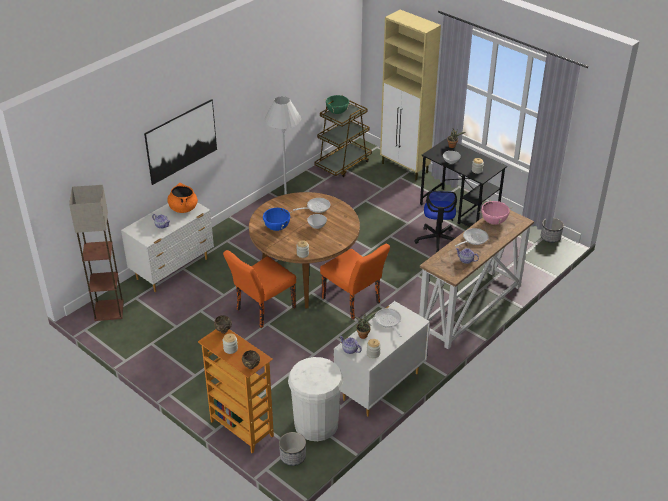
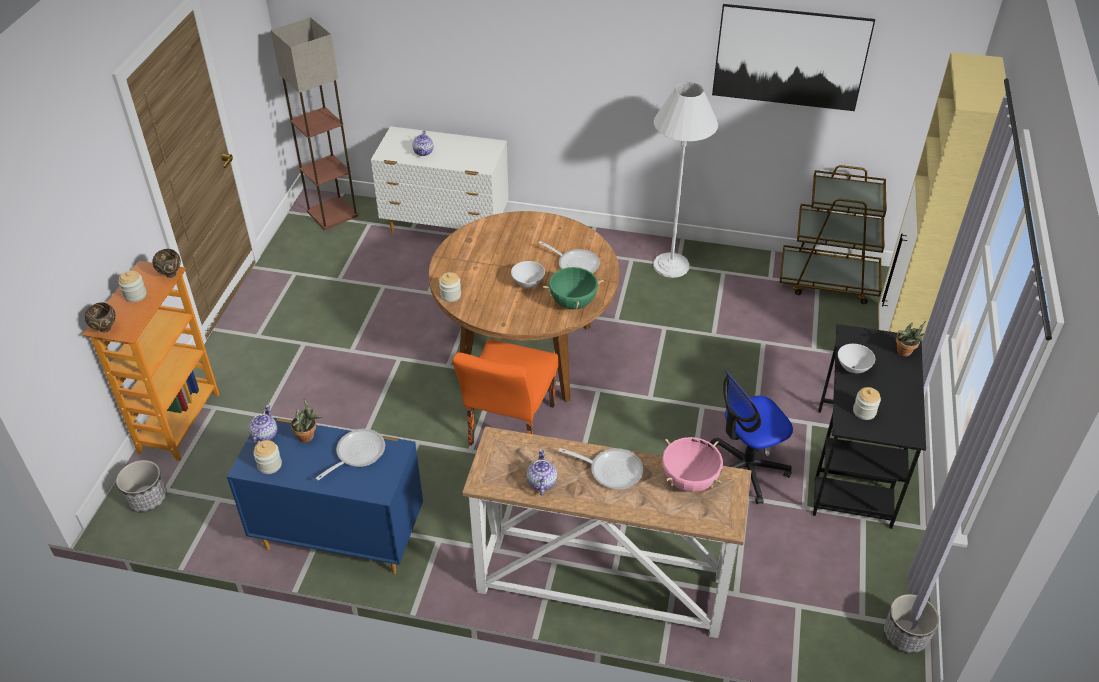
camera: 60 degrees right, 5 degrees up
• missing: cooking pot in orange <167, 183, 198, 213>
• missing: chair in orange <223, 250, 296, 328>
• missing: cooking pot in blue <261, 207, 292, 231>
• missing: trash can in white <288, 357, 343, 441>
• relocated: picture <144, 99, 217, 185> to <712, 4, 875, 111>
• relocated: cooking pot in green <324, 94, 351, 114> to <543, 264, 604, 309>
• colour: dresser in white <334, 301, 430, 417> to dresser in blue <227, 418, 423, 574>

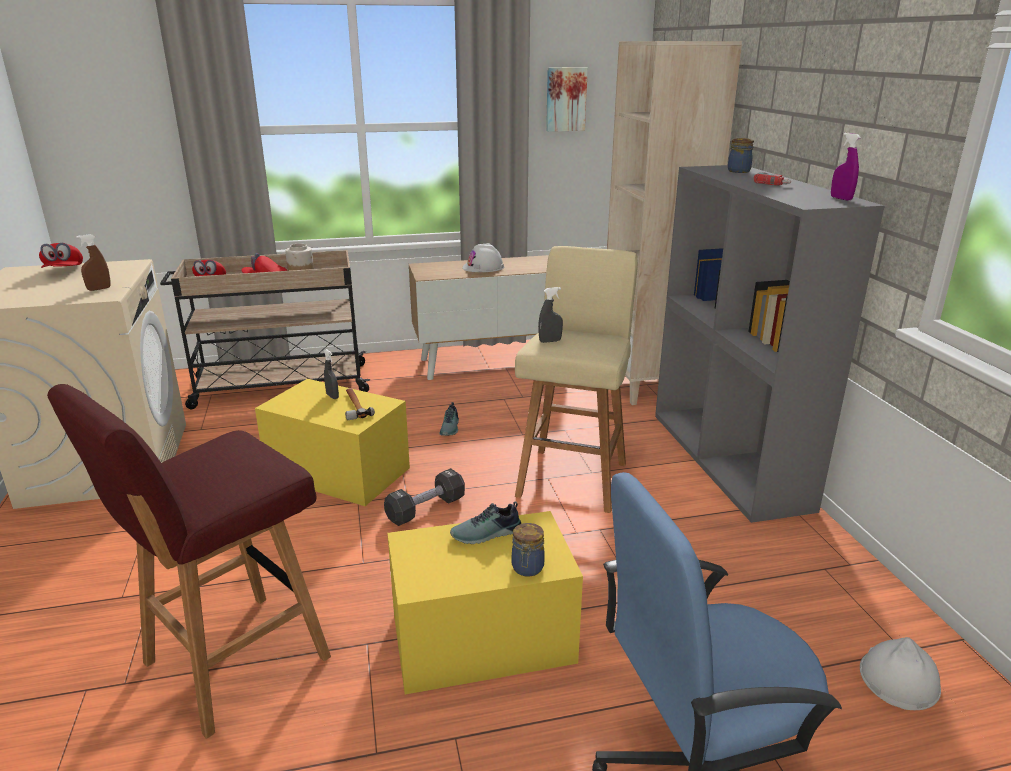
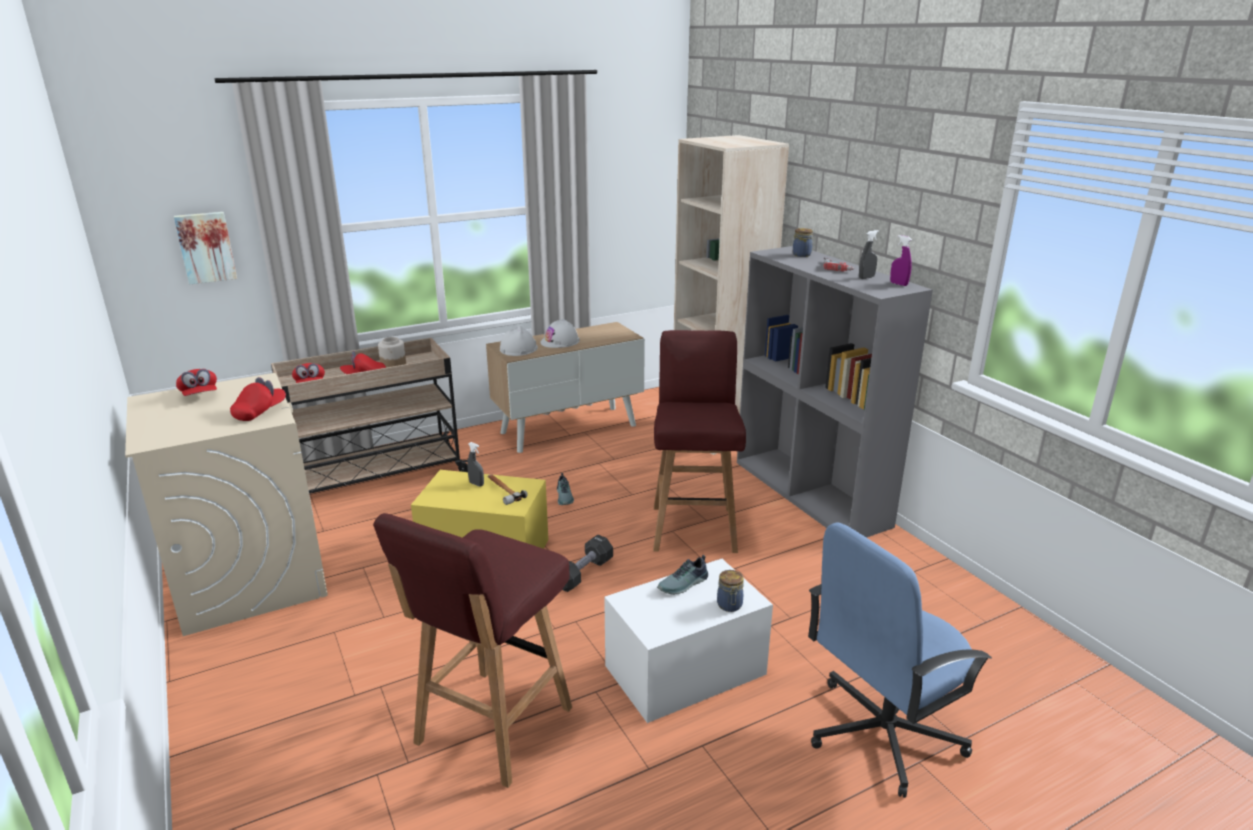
camera: 15 degrees left, 0 degrees up
• relocated: spray bottle in grey <538, 287, 563, 343> to <859, 230, 879, 279>
• relocated: picture <546, 67, 588, 132> to <174, 212, 237, 285>
• relocated: hard hat in white <860, 637, 941, 710> to <500, 326, 538, 356>
• exchanged: spray bottle in brown <76, 234, 111, 291> to cap in red <230, 377, 286, 421>
• colour: storage box in yellow <387, 511, 583, 695> to storage box in white <604, 559, 773, 723>
• colour: stool in beige <515, 246, 638, 513> to stool in red <653, 330, 746, 553>

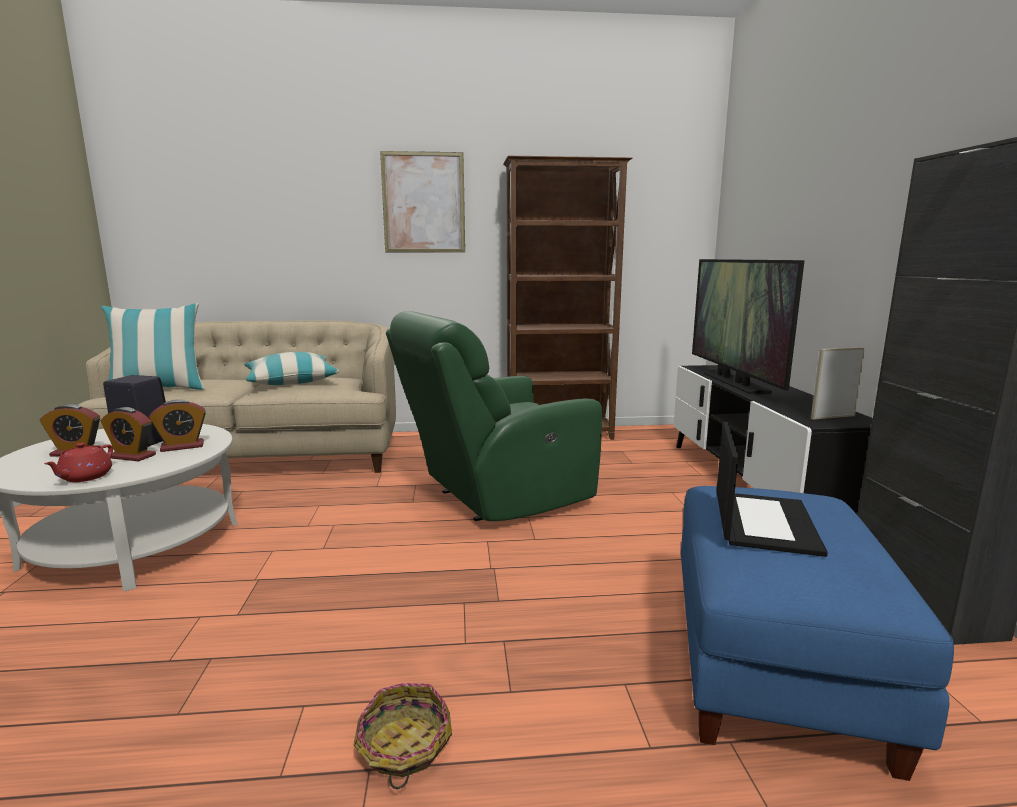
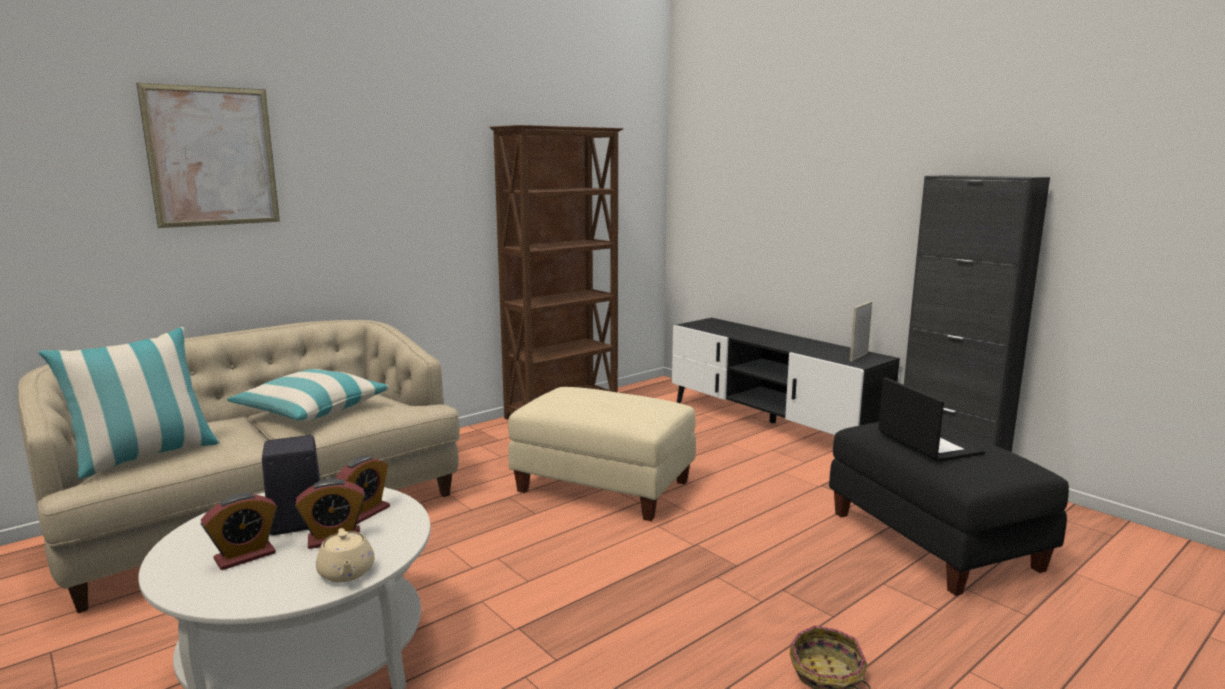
camera: 35 degrees left, 0 degrees up
• missing: television <692, 259, 805, 394>
• relocated: picture <380, 151, 465, 252> to <137, 83, 280, 228>
• exchanged: armchair in green <386, 311, 602, 521> to ottoman in beige <508, 387, 696, 521>
• colour: teapot in red <44, 443, 113, 482> to teapot in beige <316, 528, 375, 582>
• colour: ottoman in blue <681, 486, 954, 781> to ottoman in black <829, 422, 1069, 596>

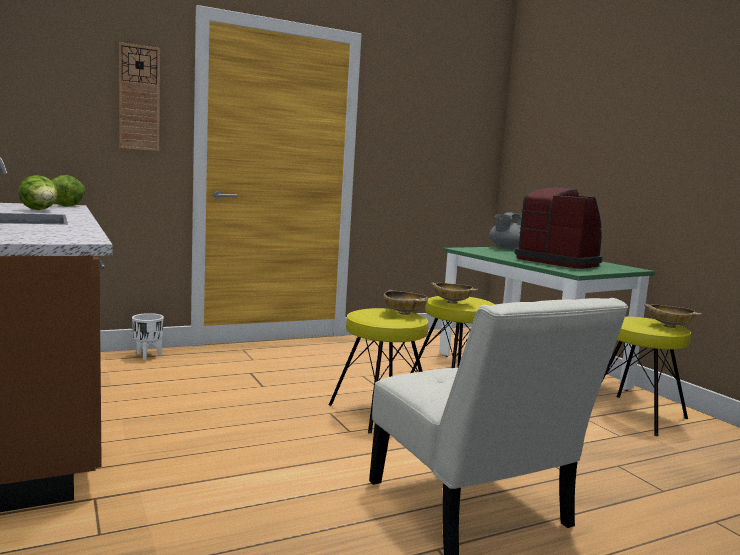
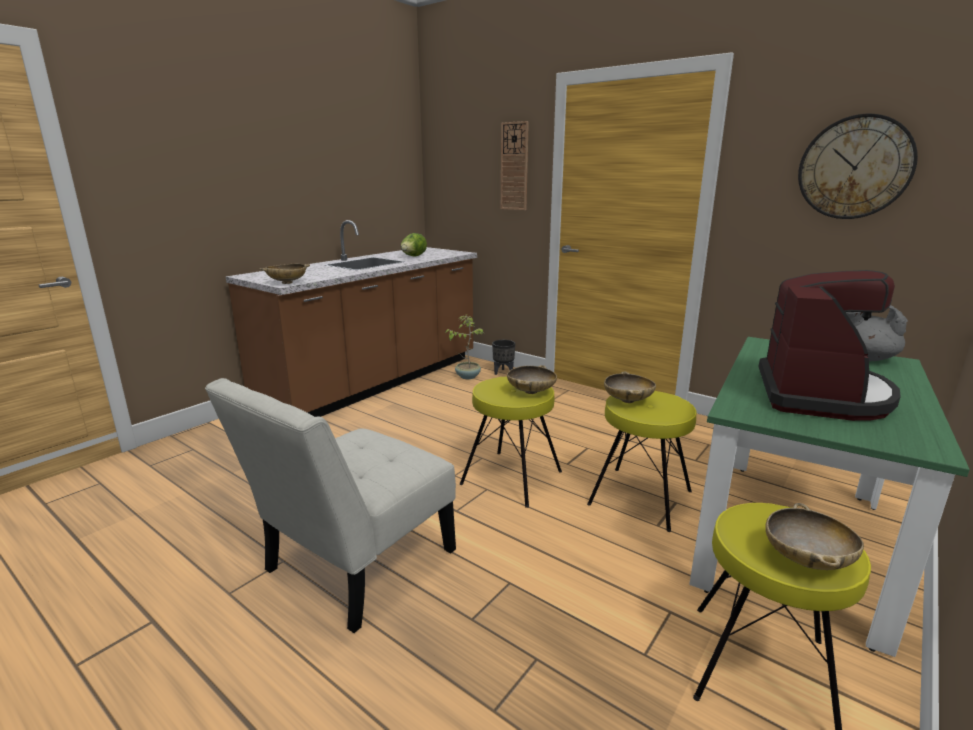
camera: 65 degrees right, 10 degrees up
• missing: lettuce <51, 175, 86, 207>
• appeared: bowl in beige <260, 264, 310, 284>
• appeared: potted plant <445, 314, 484, 379>
• appeared: wall clock <798, 114, 918, 219>
• colour: planter in white <132, 313, 164, 360> to planter in black <492, 340, 515, 375>

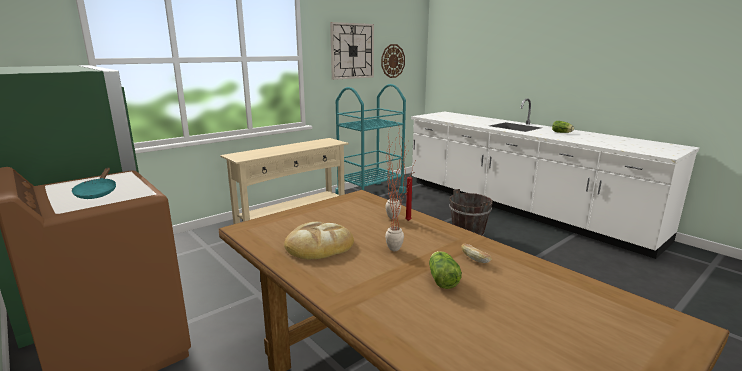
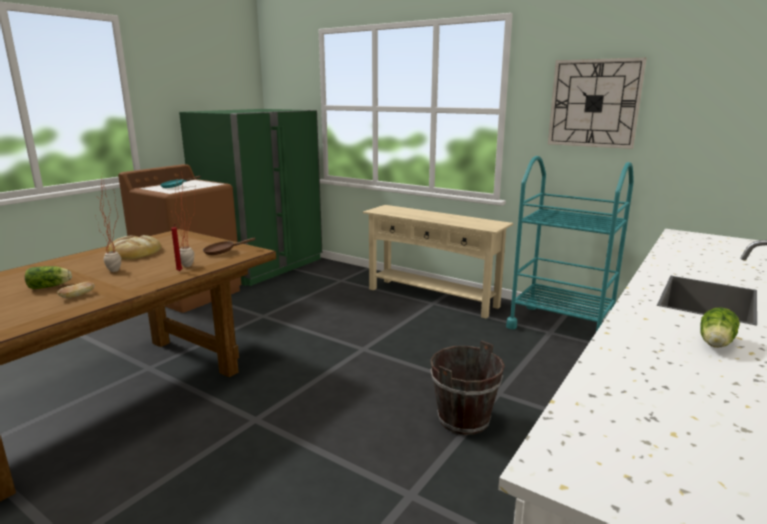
camera: 75 degrees right, 0 degrees up
• missing: wall clock <381, 44, 405, 78>
• appeared: frying pan in brown <203, 237, 256, 255>

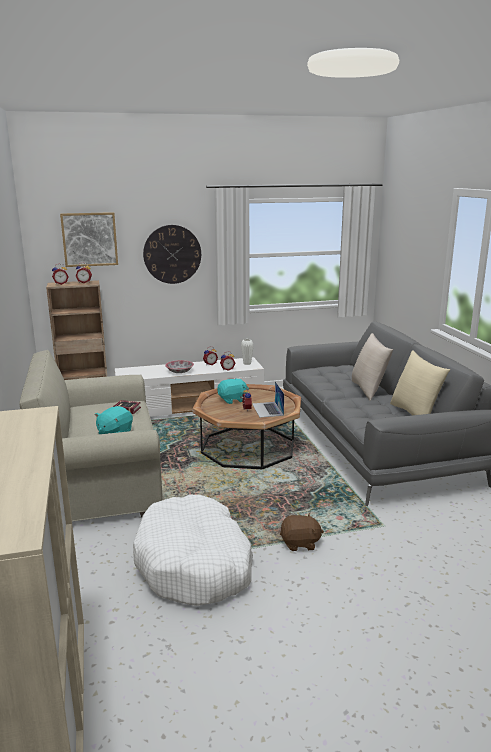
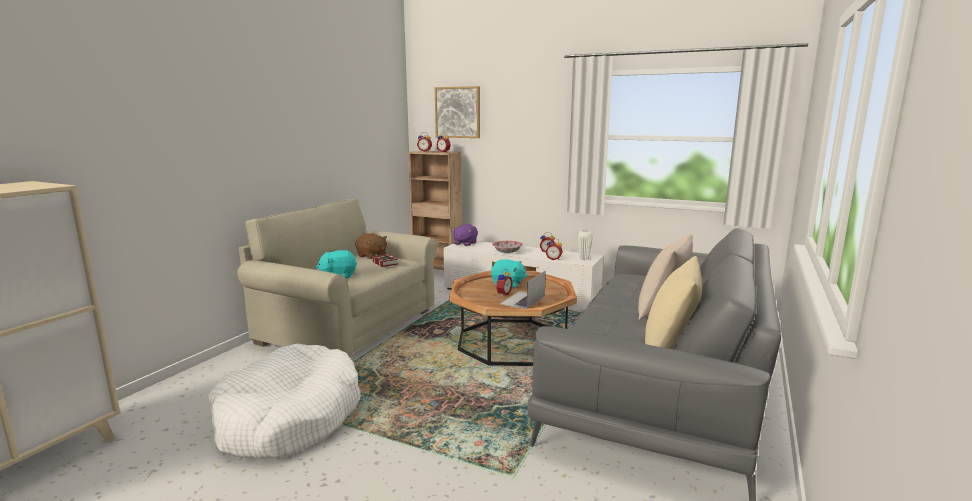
camera: 40 degrees right, 5 degrees down
• missing: wall clock <143, 225, 201, 284>
• appeared: plush toy in purple <452, 224, 478, 246>
• relocated: plush toy in brown <280, 513, 324, 551> to <355, 233, 387, 259>

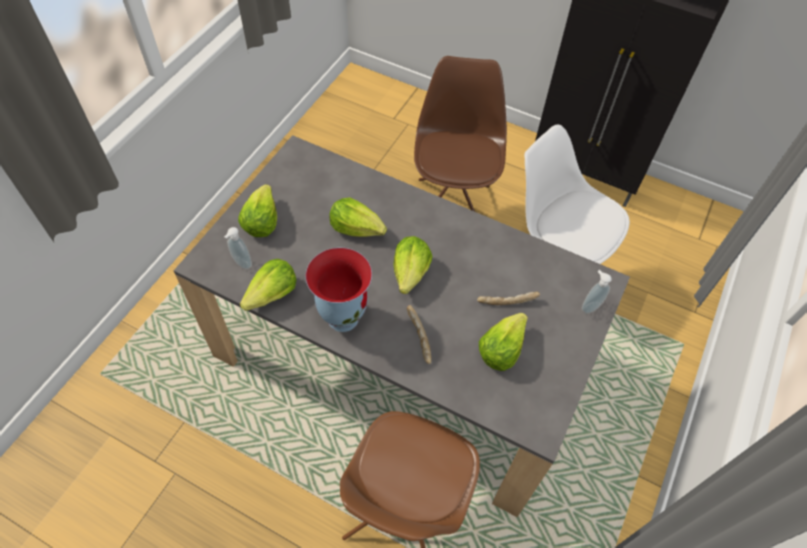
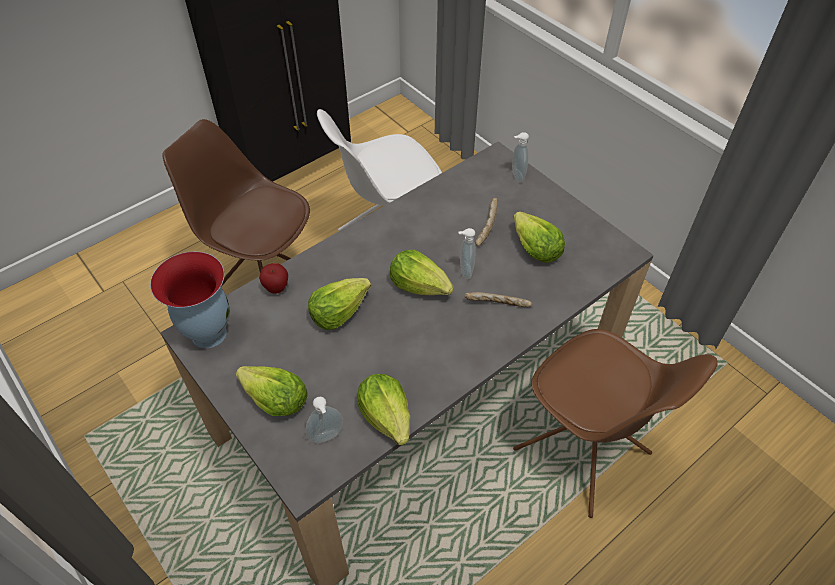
camera: 65 degrees left, 5 degrees down
• appeared: apple <259, 263, 288, 294>
• appeared: soap dispenser <458, 228, 476, 279>
• relocated: vase <306, 248, 372, 332> to <150, 252, 230, 348>

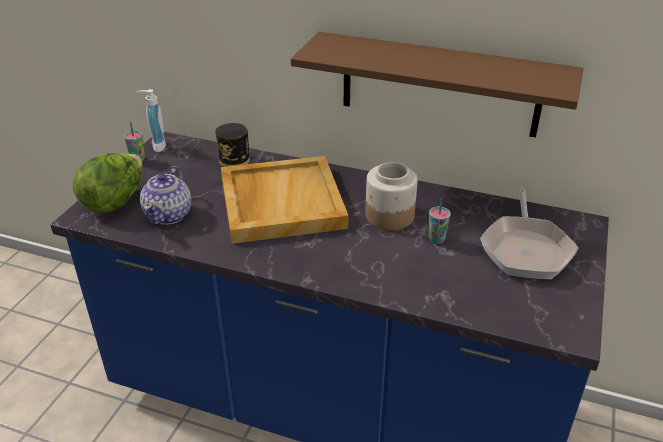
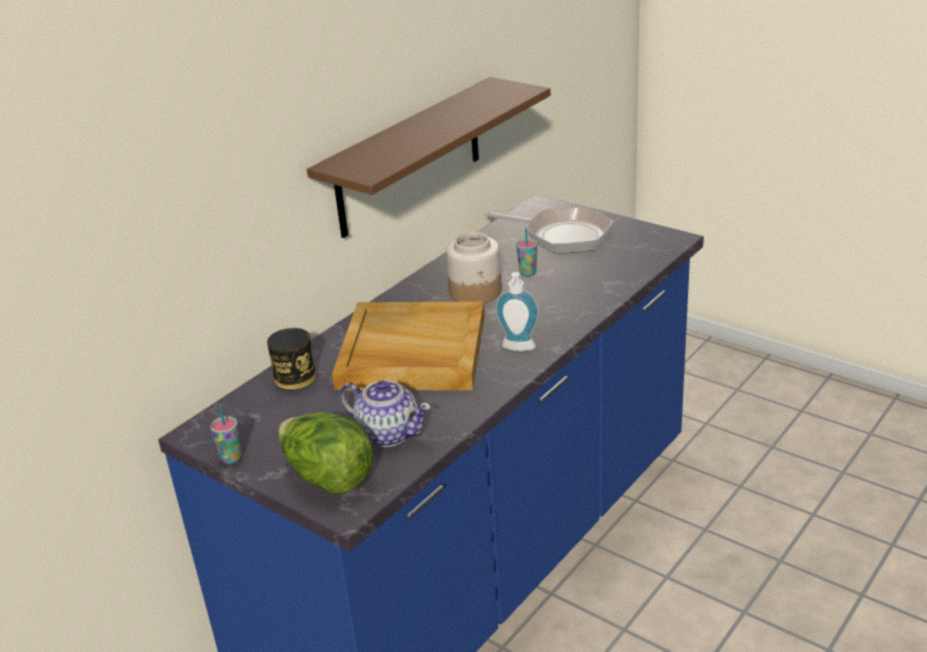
camera: 70 degrees left, 5 degrees down
• relocated: soap dispenser <136, 89, 166, 152> to <495, 272, 540, 351>

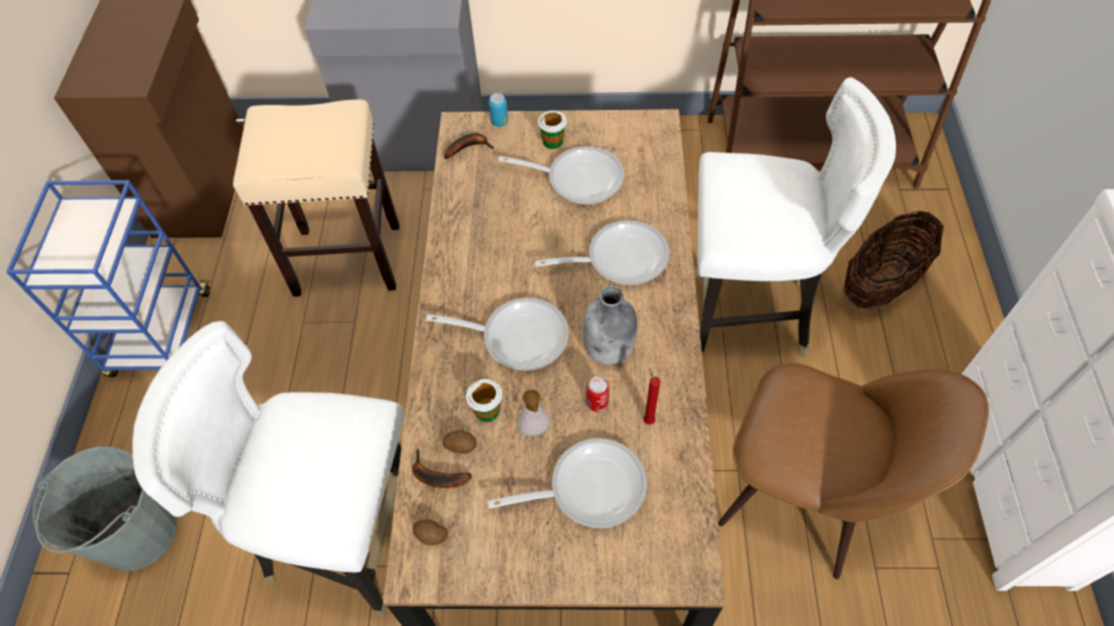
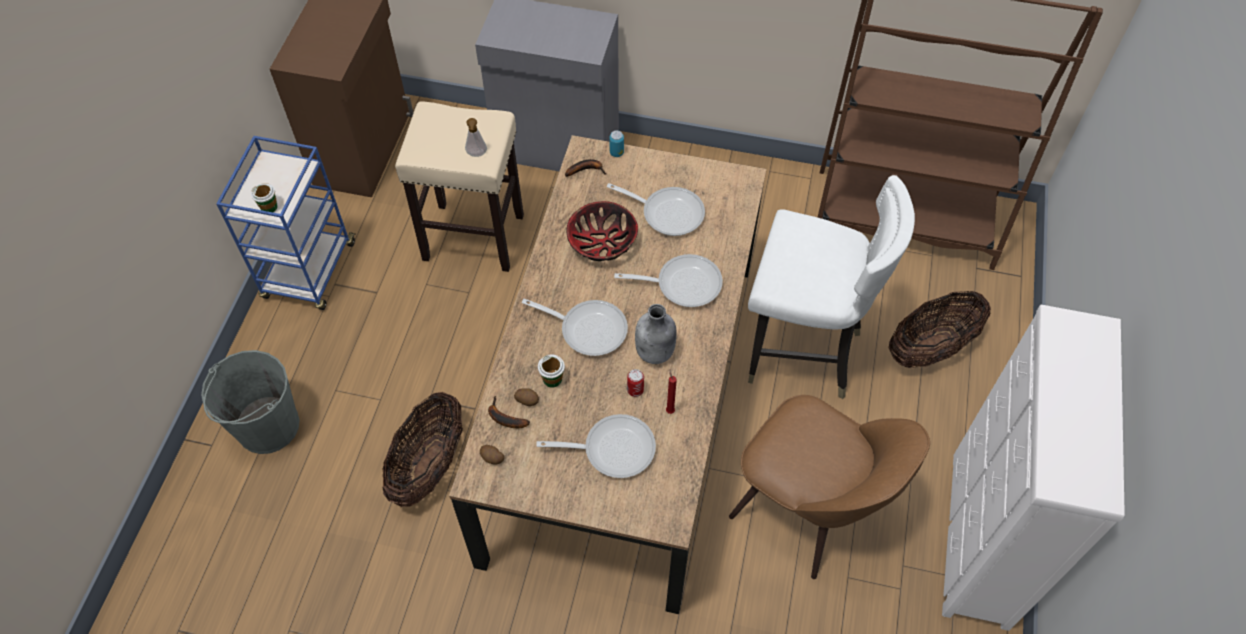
camera: 10 degrees right, 0 degrees up
• appeared: bowl <567, 201, 638, 261>
• relocated: soap dispenser <518, 390, 551, 436> to <465, 118, 487, 157>
• relocated: cup <538, 110, 567, 149> to <251, 183, 278, 212>
• exchanged: chair in white <132, 321, 404, 617> to basket <382, 392, 463, 507>

